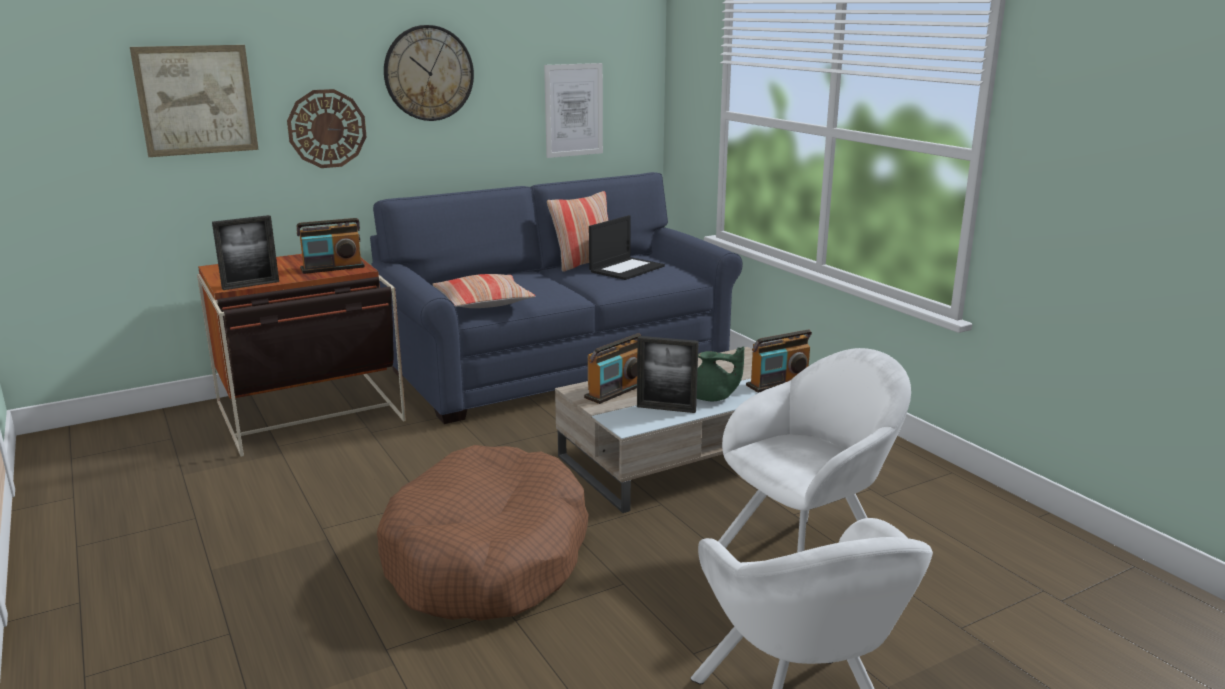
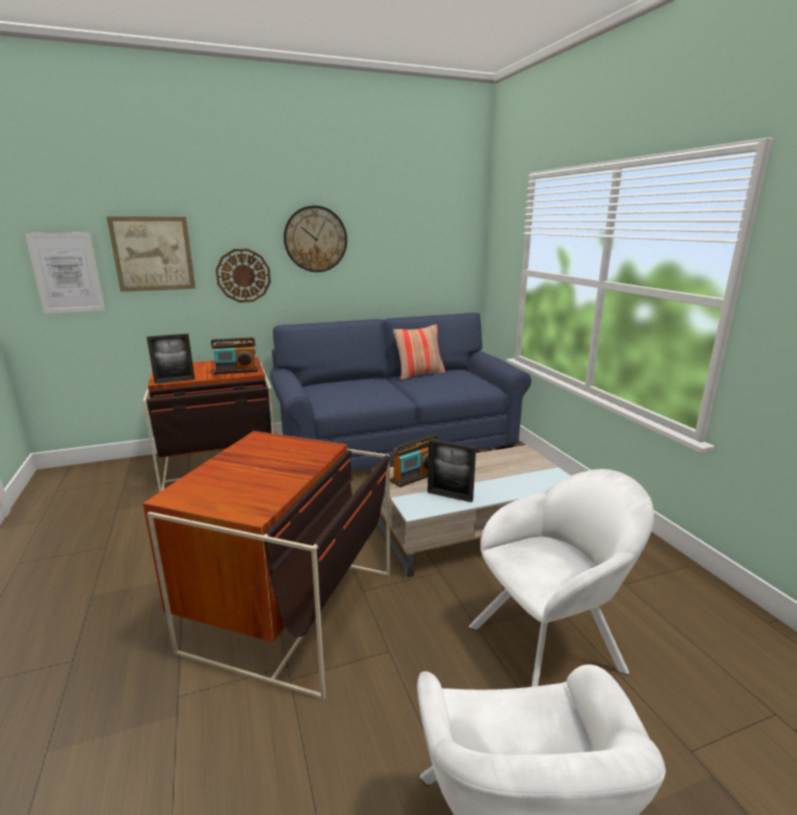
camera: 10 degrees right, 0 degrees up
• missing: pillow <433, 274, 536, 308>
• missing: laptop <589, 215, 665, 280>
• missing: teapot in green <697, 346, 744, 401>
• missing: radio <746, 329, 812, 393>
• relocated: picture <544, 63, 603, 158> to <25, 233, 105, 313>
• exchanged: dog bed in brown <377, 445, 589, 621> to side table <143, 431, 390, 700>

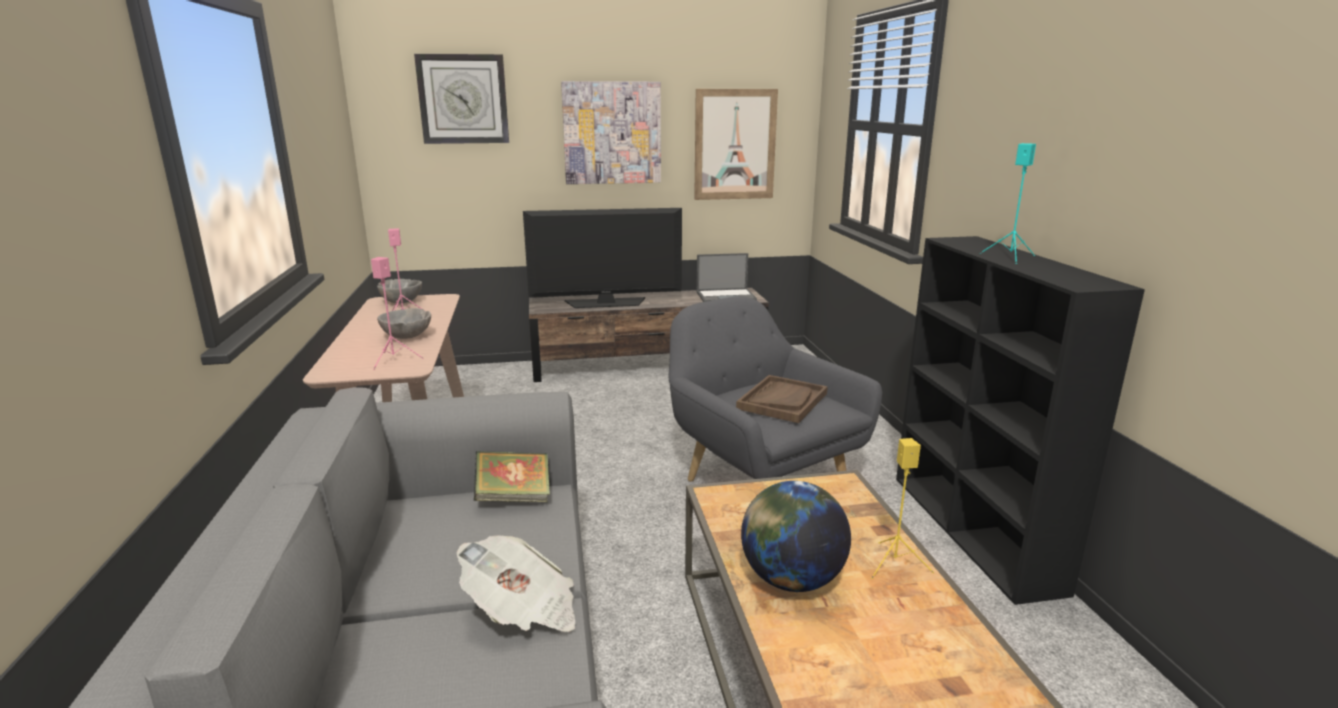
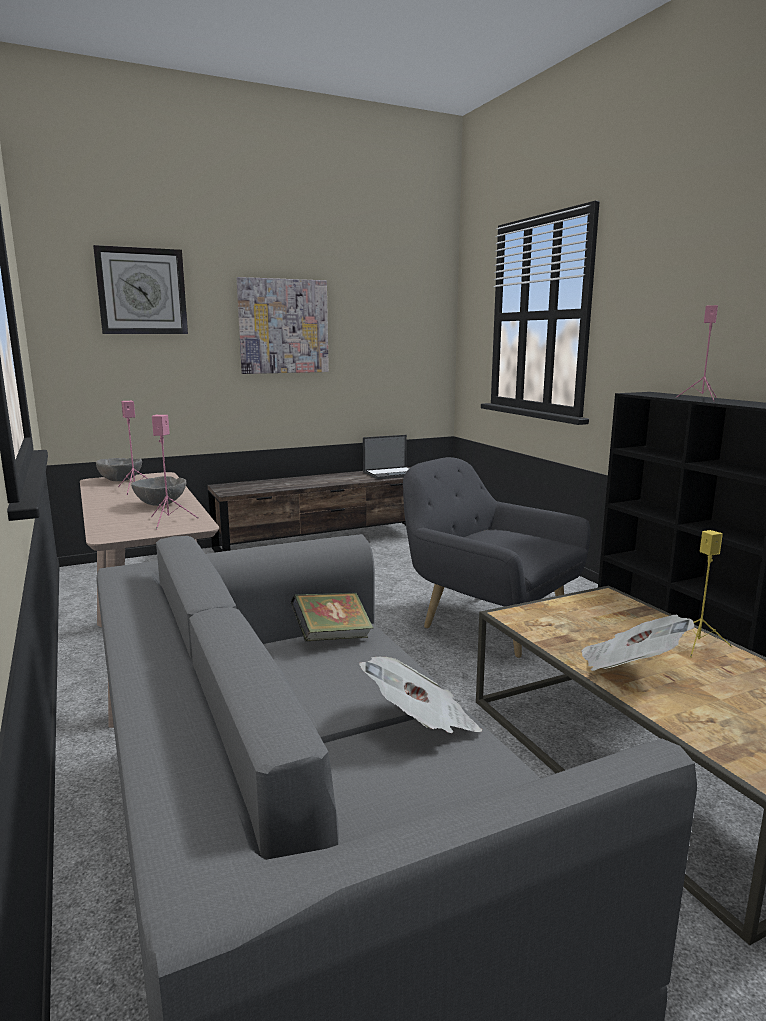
camera: 15 degrees left, 5 degrees down
• missing: television <523, 208, 682, 308>
• missing: picture <694, 89, 778, 200>
• missing: tray in brown <736, 375, 828, 423>
• exchanged: globe <741, 481, 851, 592> to newspaper <581, 615, 694, 671>
• colour: speaker in turquoise <980, 143, 1036, 264> to speaker in pink <675, 305, 718, 400>

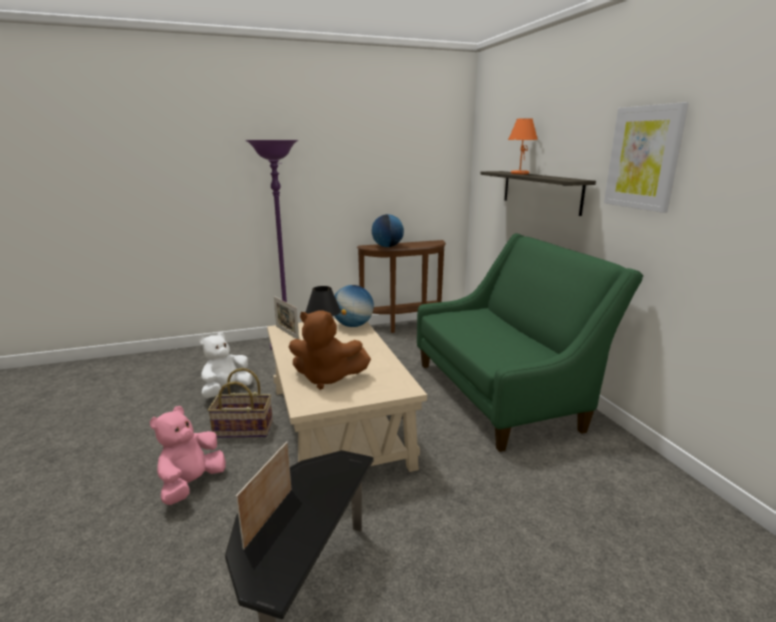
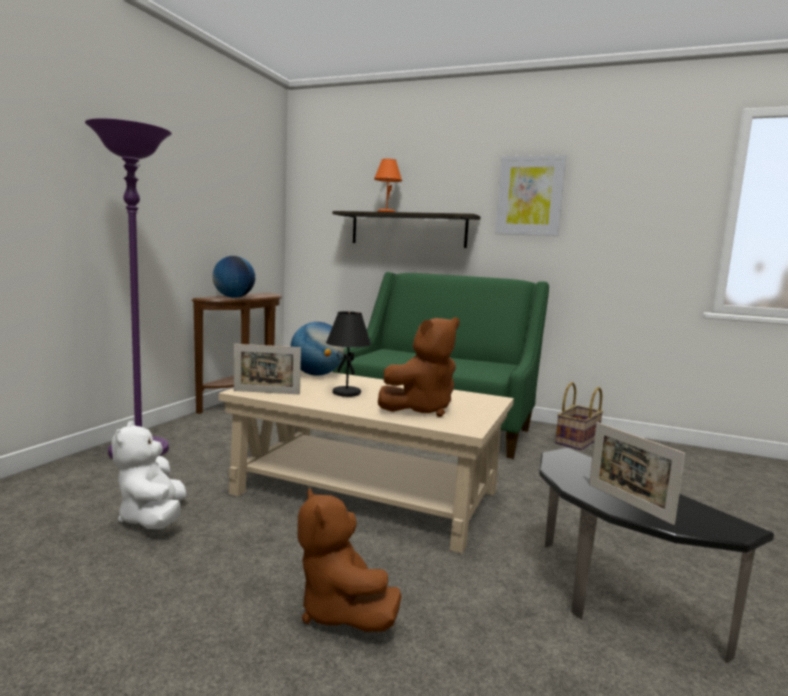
camera: 50 degrees left, 10 degrees down
• relocated: basket <208, 368, 273, 438> to <555, 382, 603, 450>
• colour: plush toy in pink <150, 406, 226, 505> to plush toy in brown <297, 488, 402, 632>

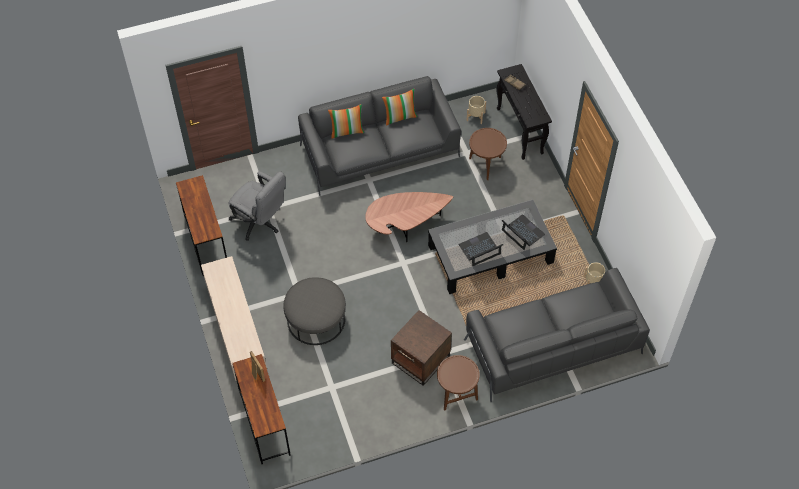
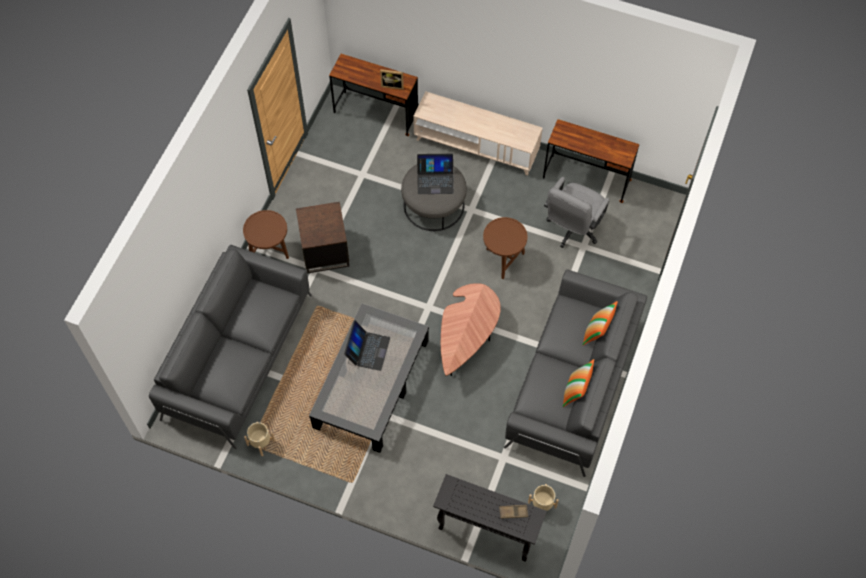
camera: 130 degrees right, 5 degrees up
• relocated: side table in brown <469, 128, 507, 180> to <483, 217, 528, 279>
• relocated: laptop <501, 214, 545, 250> to <417, 154, 454, 194>
• spun: office chair in grey <228, 171, 286, 241> = <544, 177, 609, 248> 45 degrees counterclockwise

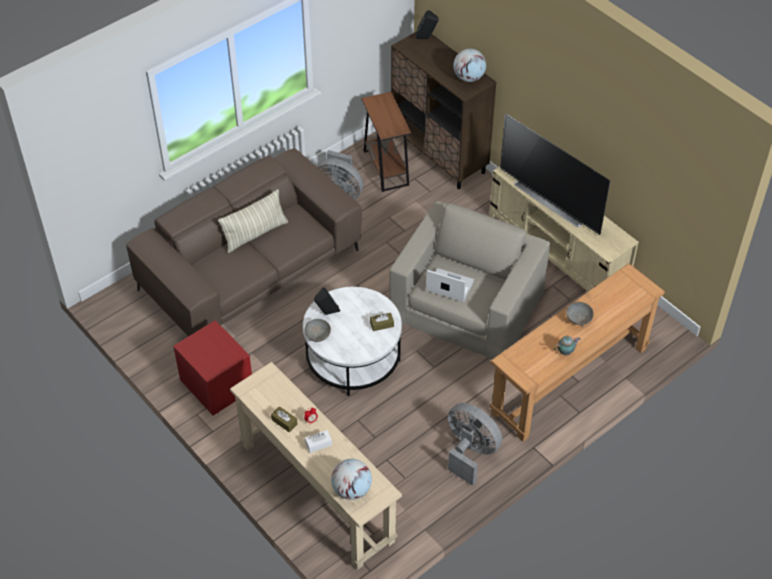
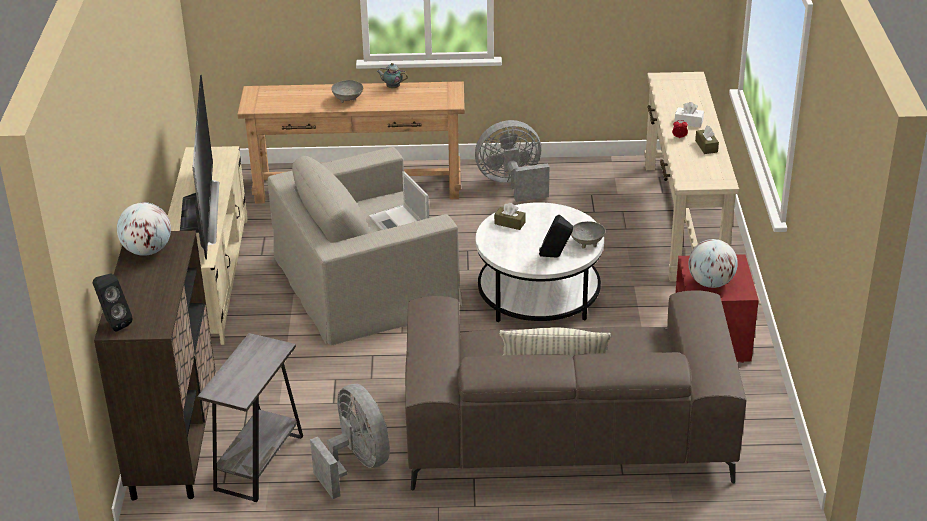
camera: 140 degrees left, 15 degrees down
• relocated: globe <331, 459, 372, 500> to <689, 239, 738, 288>
• colour: side table in brown <362, 92, 411, 192> to side table in grey <197, 333, 303, 502>
• spun: fan in grey <448, 403, 502, 486> = <475, 120, 549, 202> 90 degrees clockwise

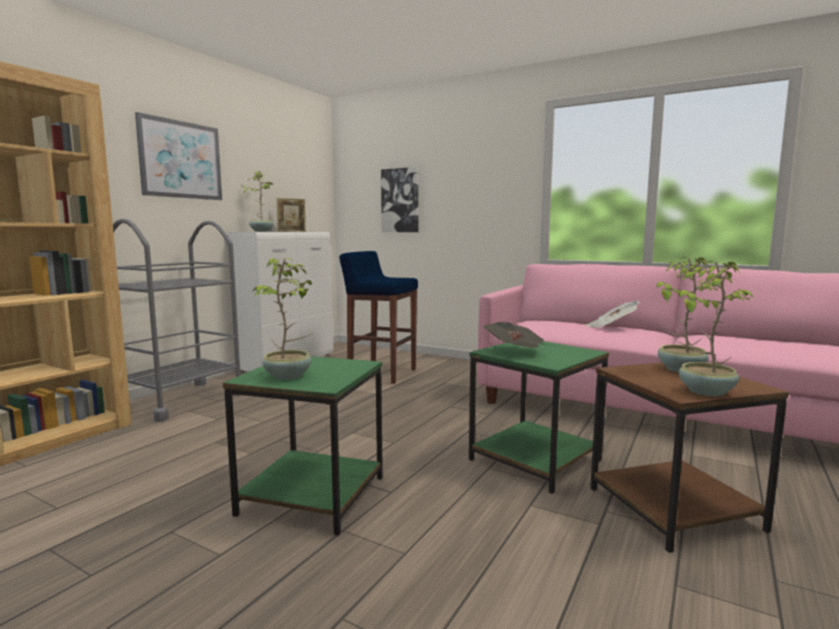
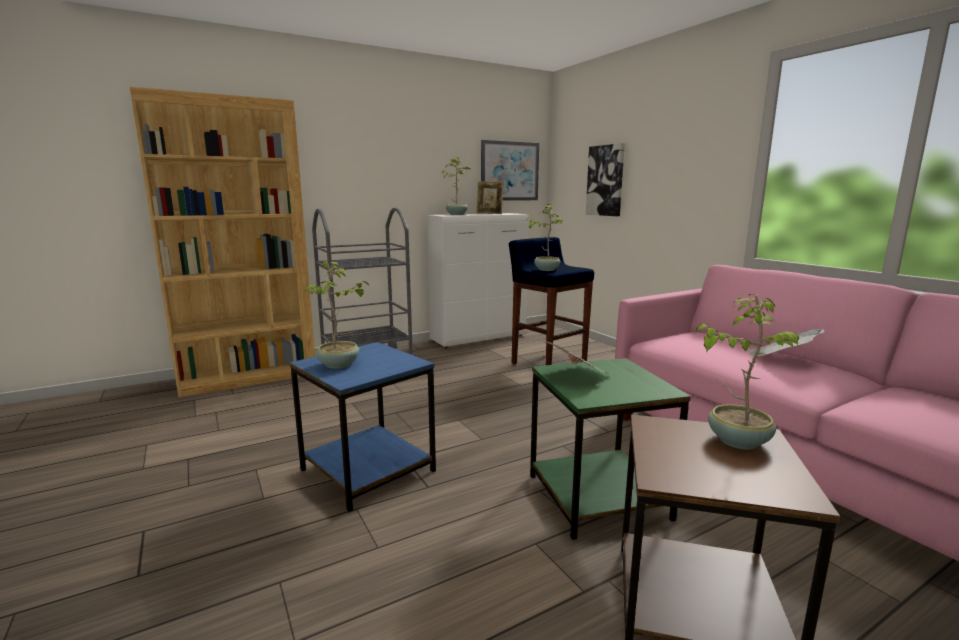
camera: 30 degrees right, 5 degrees up
• relocated: picture <135, 112, 222, 200> to <481, 140, 539, 201>
• relocated: potted plant <679, 261, 754, 396> to <528, 204, 565, 271>
• colour: side table in green <223, 356, 383, 535> to side table in blue <290, 342, 436, 512>

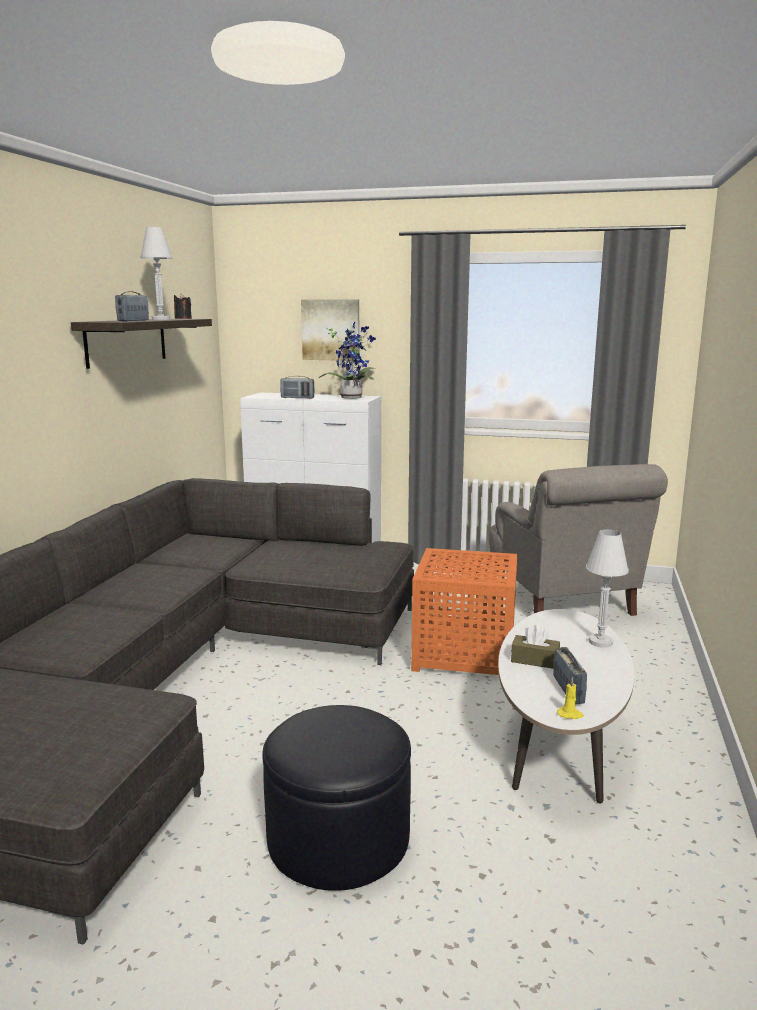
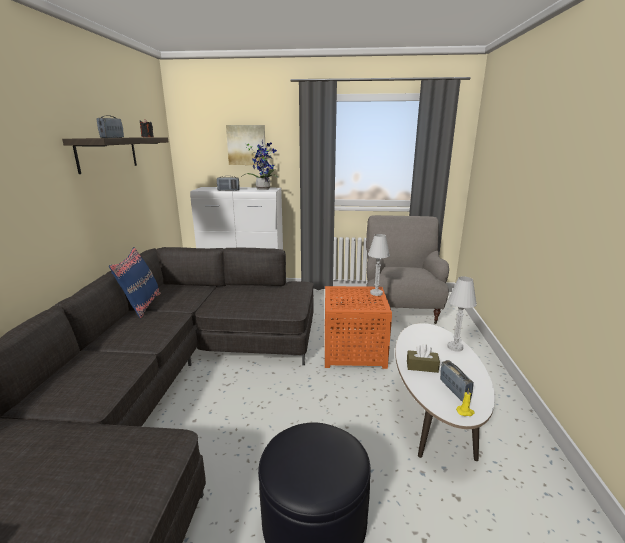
camera: 10 degrees left, 5 degrees up
• appeared: pillow in blue <109, 247, 161, 318>
• relocated: table lamp in white <140, 227, 172, 320> to <368, 234, 390, 296>
• spun: armchair in grey <489, 464, 668, 616> = <366, 215, 449, 324> 150 degrees counterclockwise

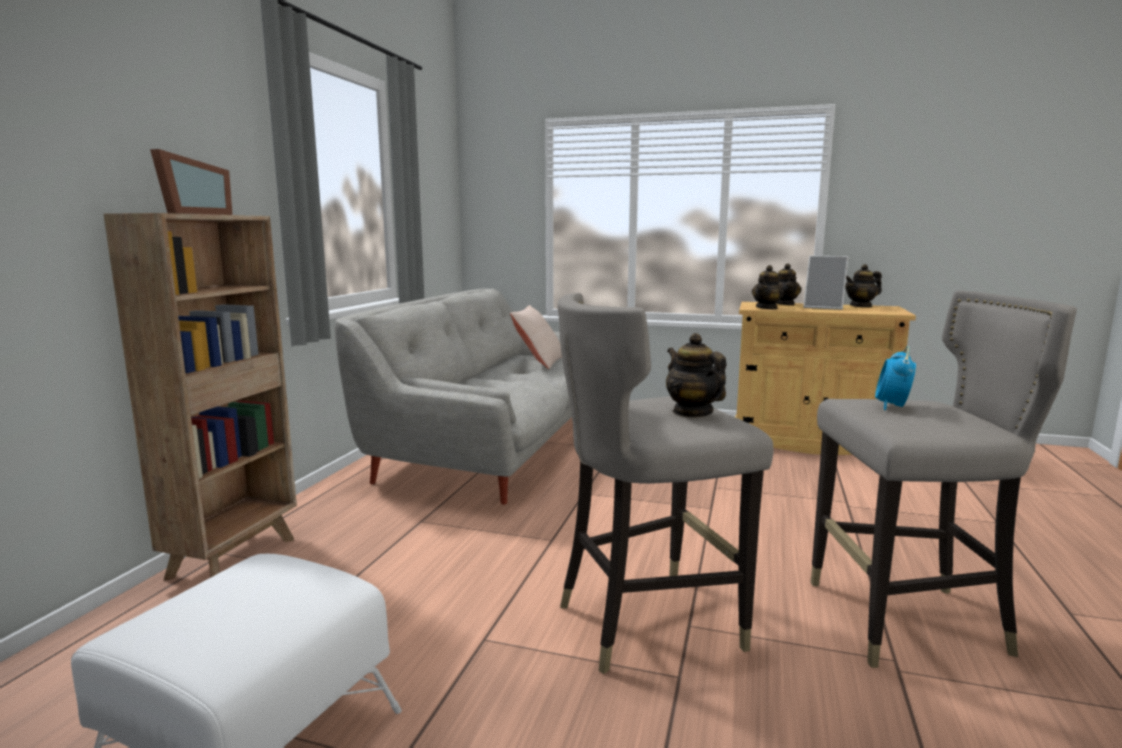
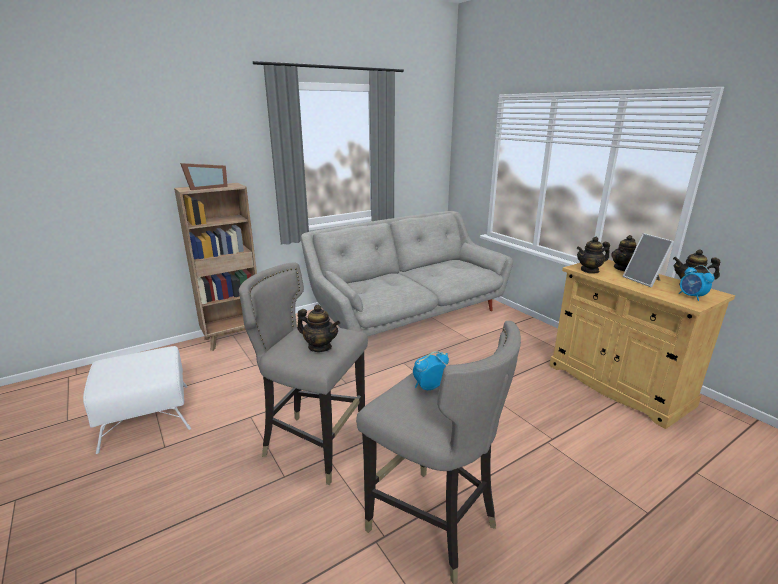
camera: 40 degrees right, 10 degrees up
• missing: pillow in beige <510, 305, 562, 369>
• appeared: alarm clock <679, 265, 714, 301>
• spun: teapot <666, 333, 726, 417> = <297, 305, 340, 352> 105 degrees clockwise

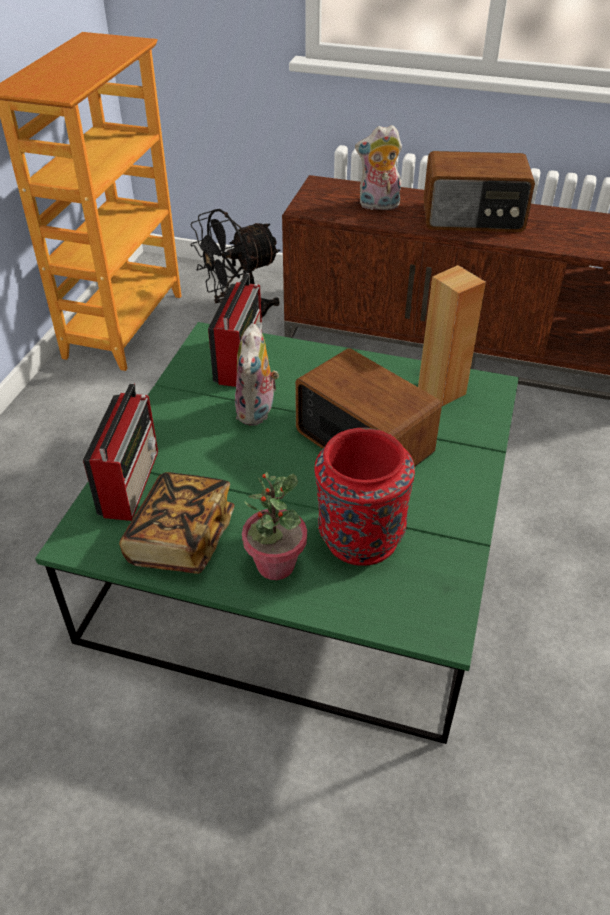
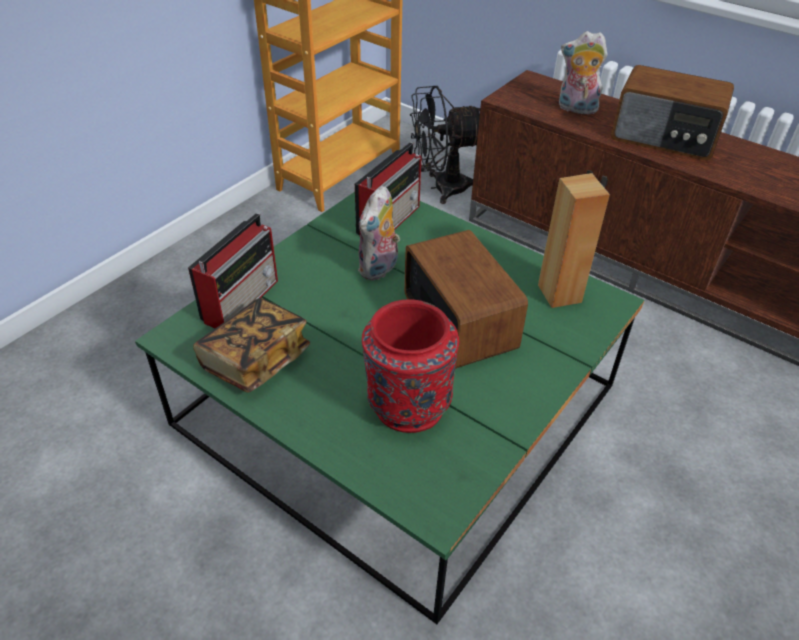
camera: 20 degrees right, 0 degrees up
• missing: potted plant <242, 472, 307, 580>

